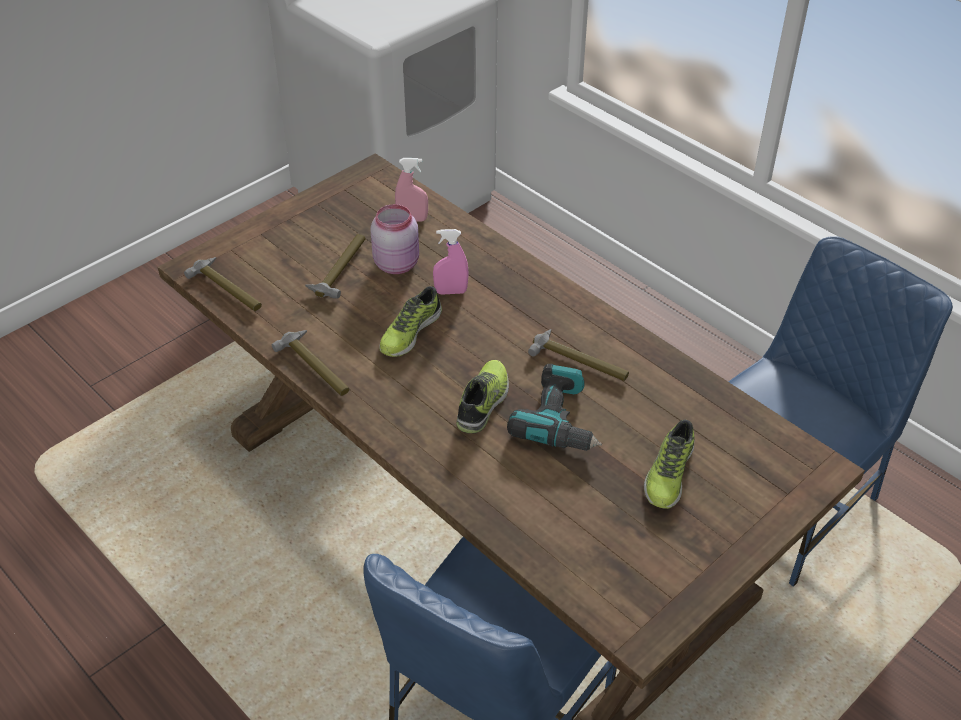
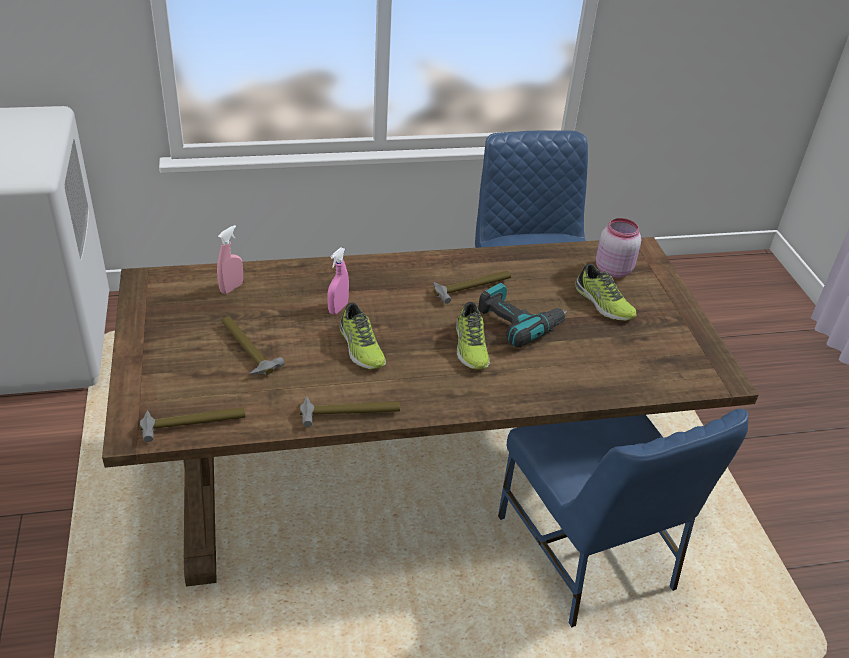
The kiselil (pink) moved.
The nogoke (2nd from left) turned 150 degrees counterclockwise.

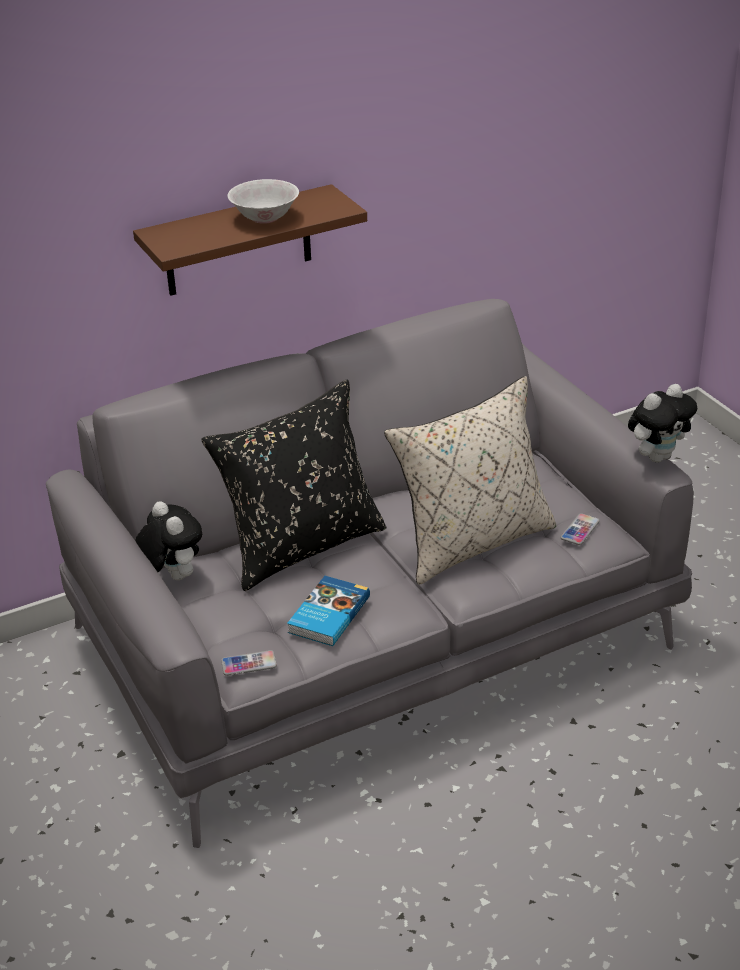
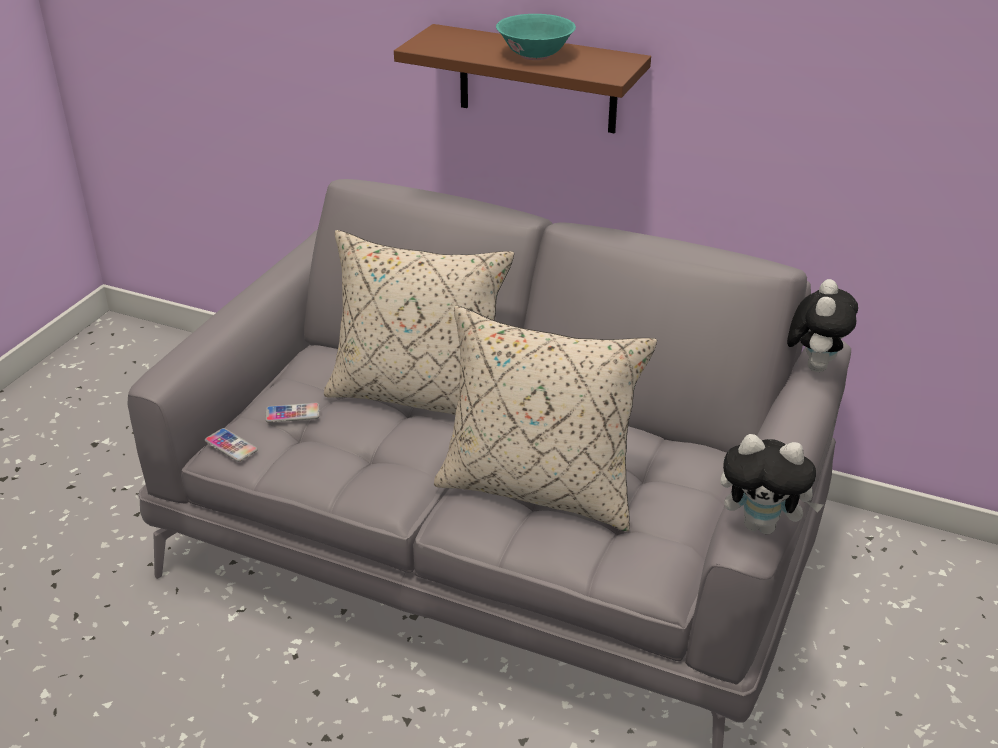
The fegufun (1st from left in the first image) moved.
The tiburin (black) became the tiburin (beige) (1st from left).
The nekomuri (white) became the nekomuri (turquoise).
The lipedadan disappeared.
The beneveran (2nd from left) moved.

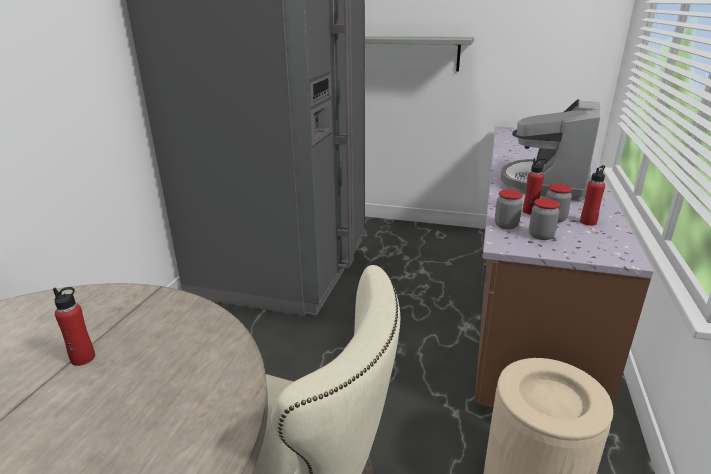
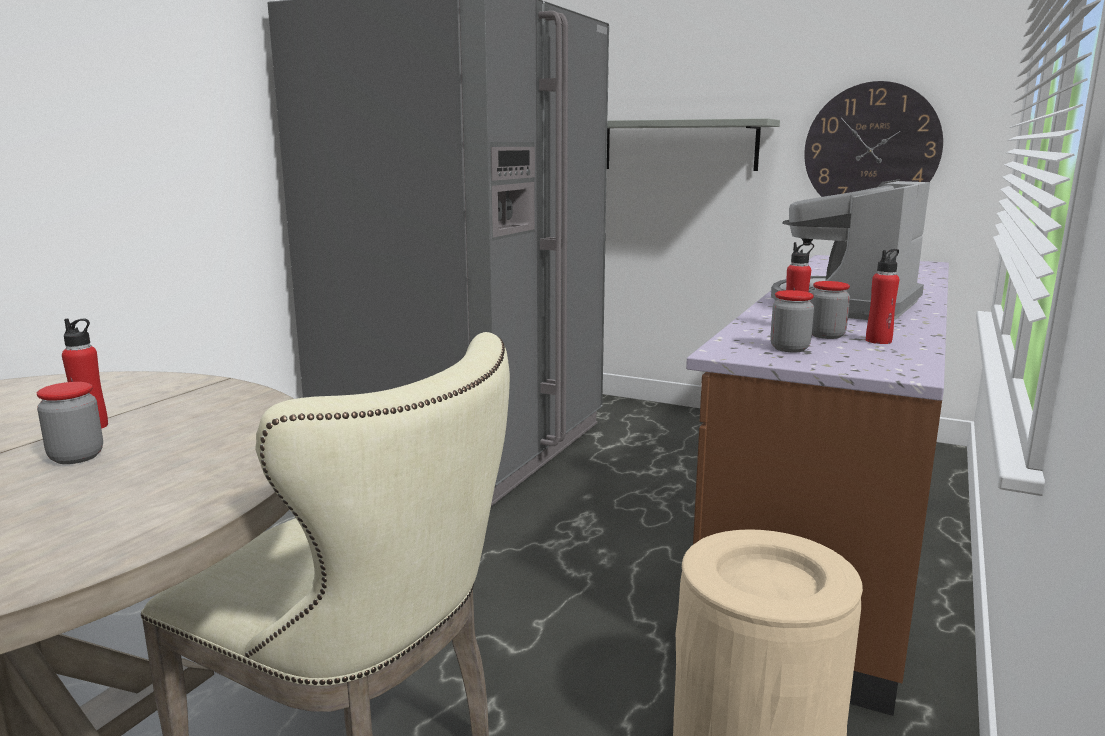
The kiselil (1st from left) moved.
The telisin appeared.

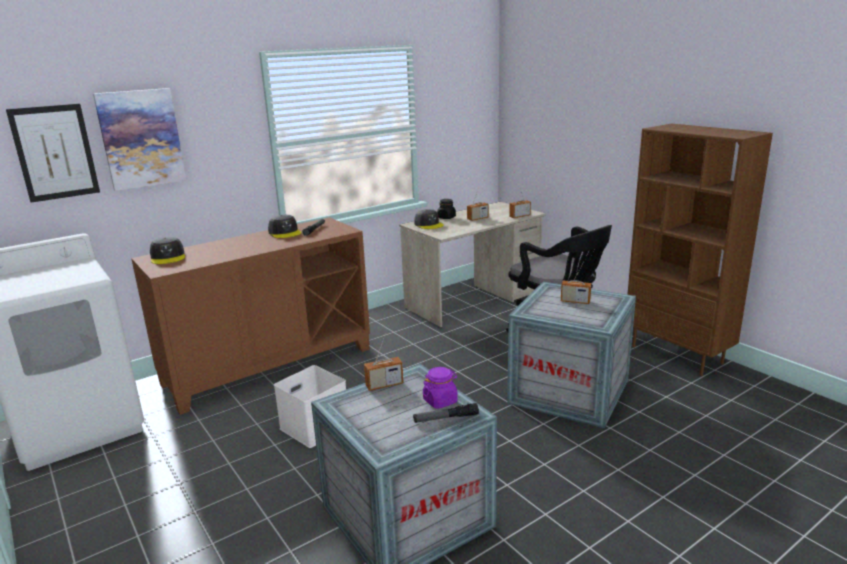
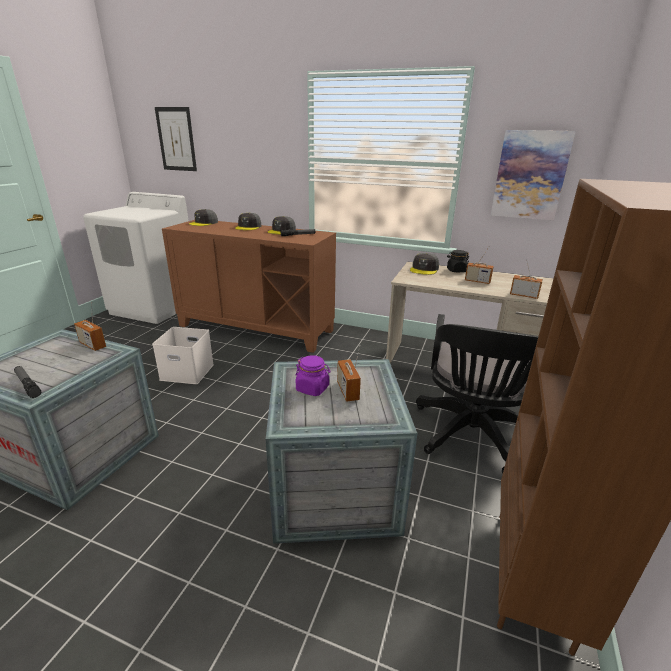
The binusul (2nd from left) moved.
The kiselil (purple) moved.
The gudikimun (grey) (2nd from left) appeared.

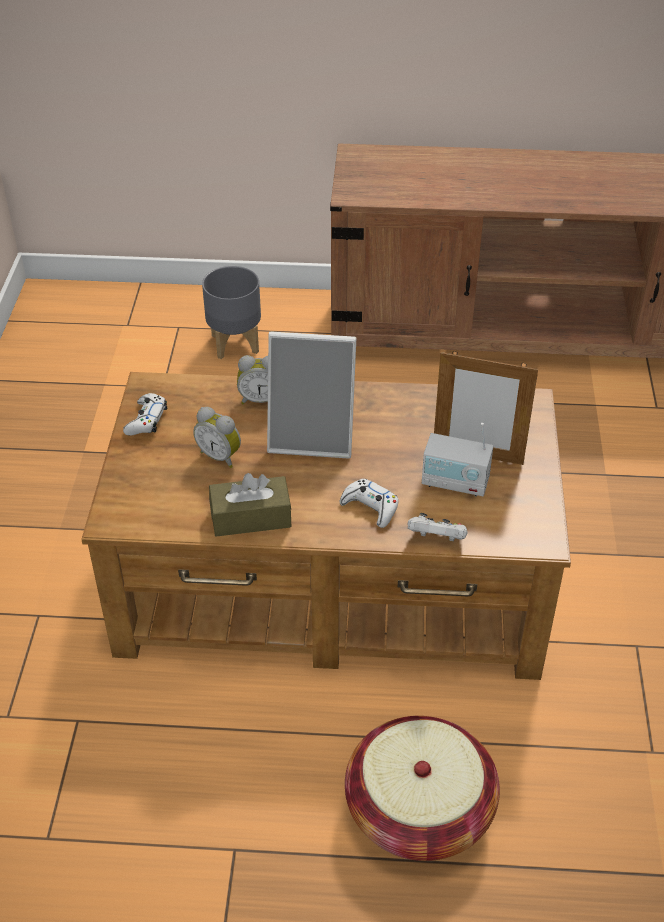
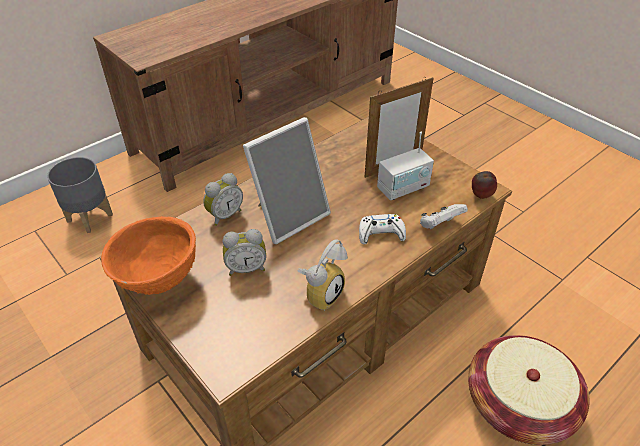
The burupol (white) (1st from left) was replaced by the nekomuri (orange).
The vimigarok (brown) was replaced by the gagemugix (3rd from left).
The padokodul appeared.

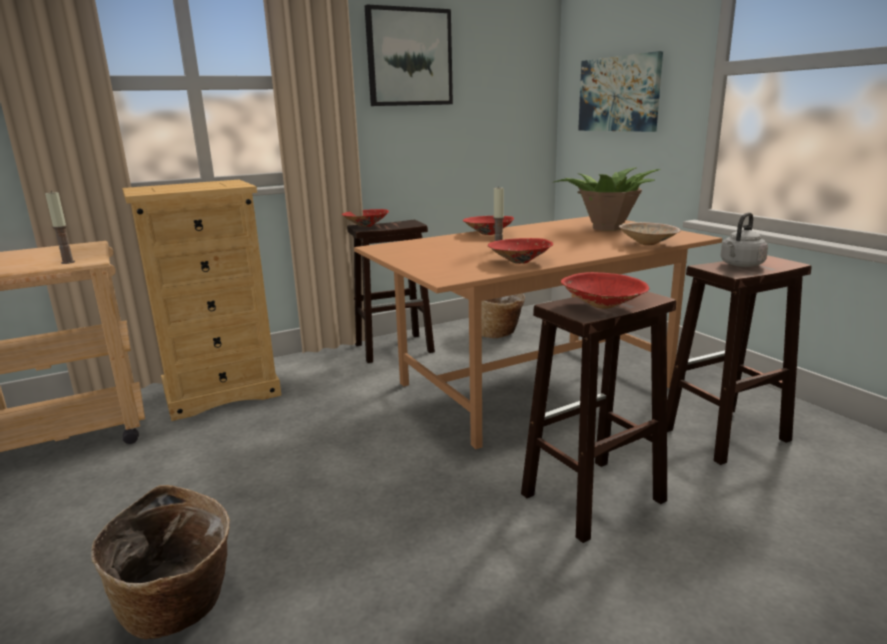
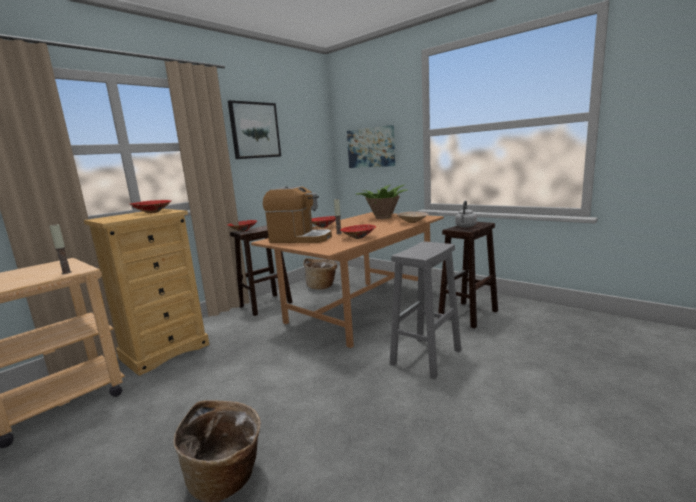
The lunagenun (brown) (2nd from left) became the lunagenun (grey).
The nekomuri (red) (4th from left in the first image) moved.
The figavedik appeared.

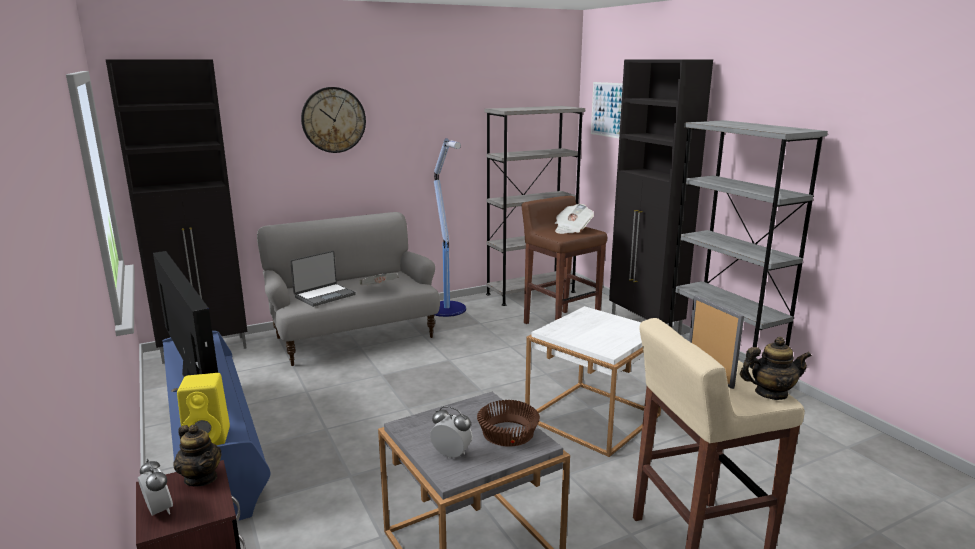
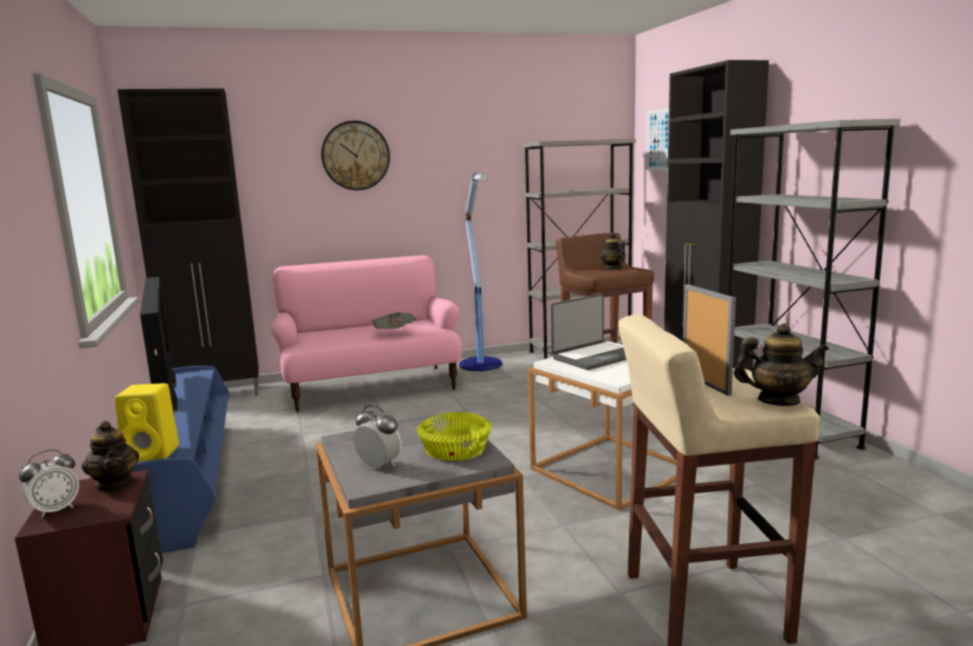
The gagemugix (1st from left) turned 75 degrees clockwise.
The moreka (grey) became the moreka (pink).
The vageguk moved.
The nekomuri (brown) became the nekomuri (yellow).
The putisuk (2nd from left) was replaced by the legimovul (2nd from left).

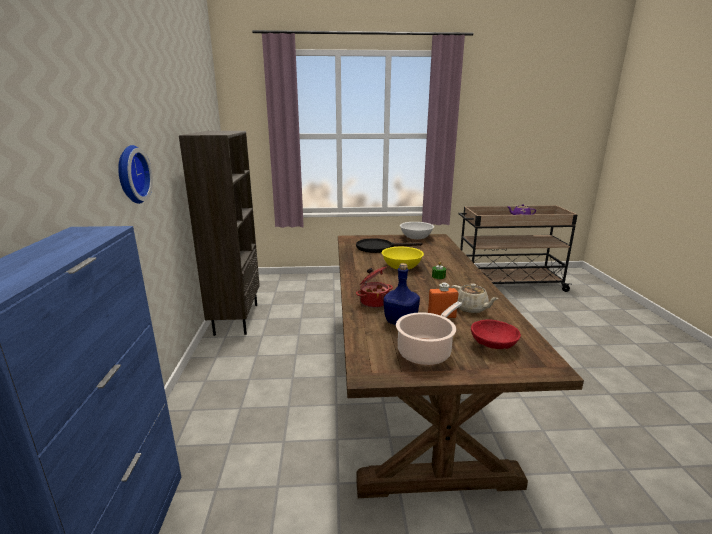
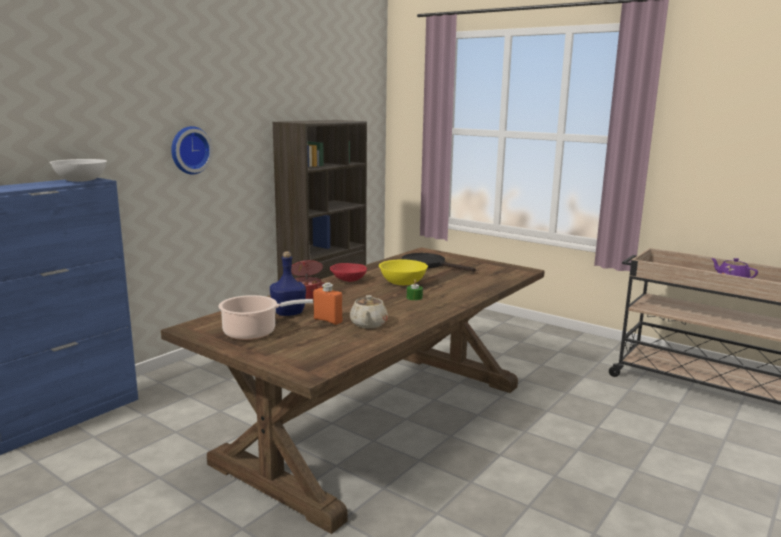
The nekomuri (white) moved.
The nekomuri (red) moved.

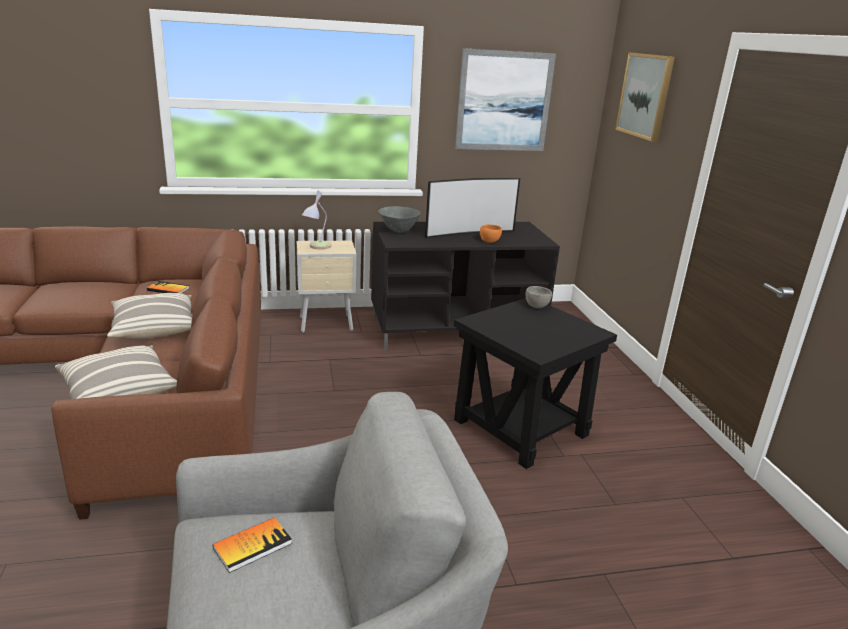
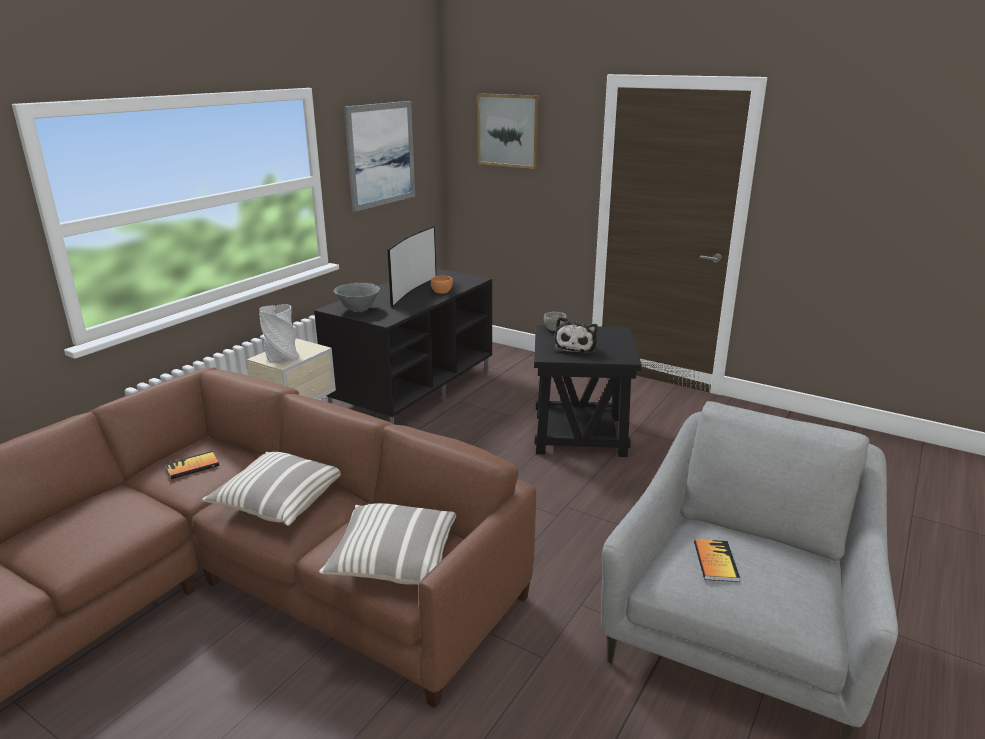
The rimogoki was replaced by the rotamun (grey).
The fegufun appeared.

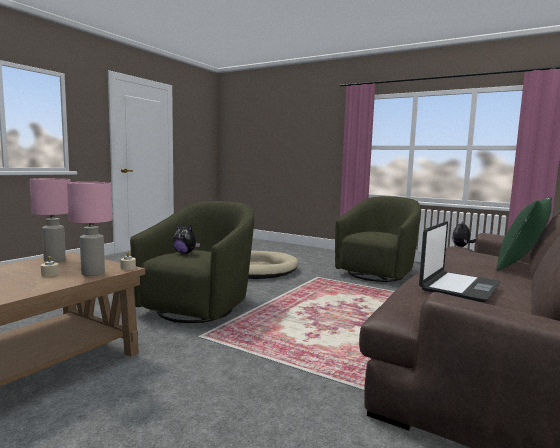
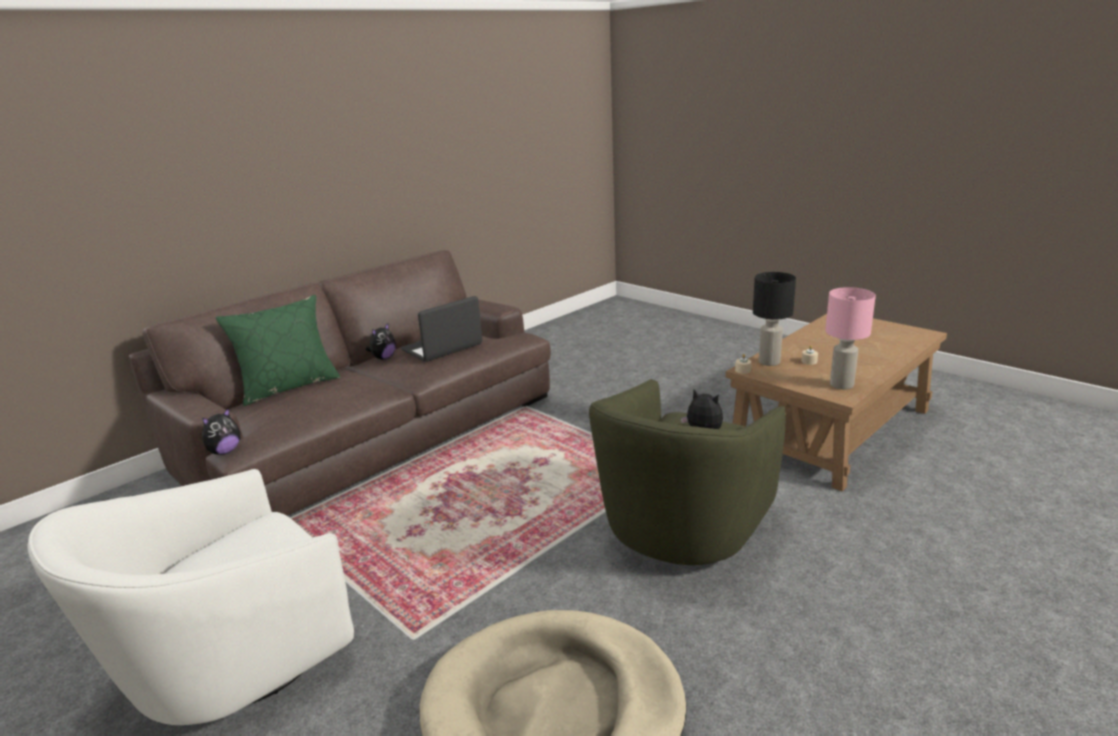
The rimogoki (pink) (2nd from left) became the rimogoki (black).
The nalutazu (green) (2nd from left) became the nalutazu (white).
The fegufun (2nd from left) appeared.

